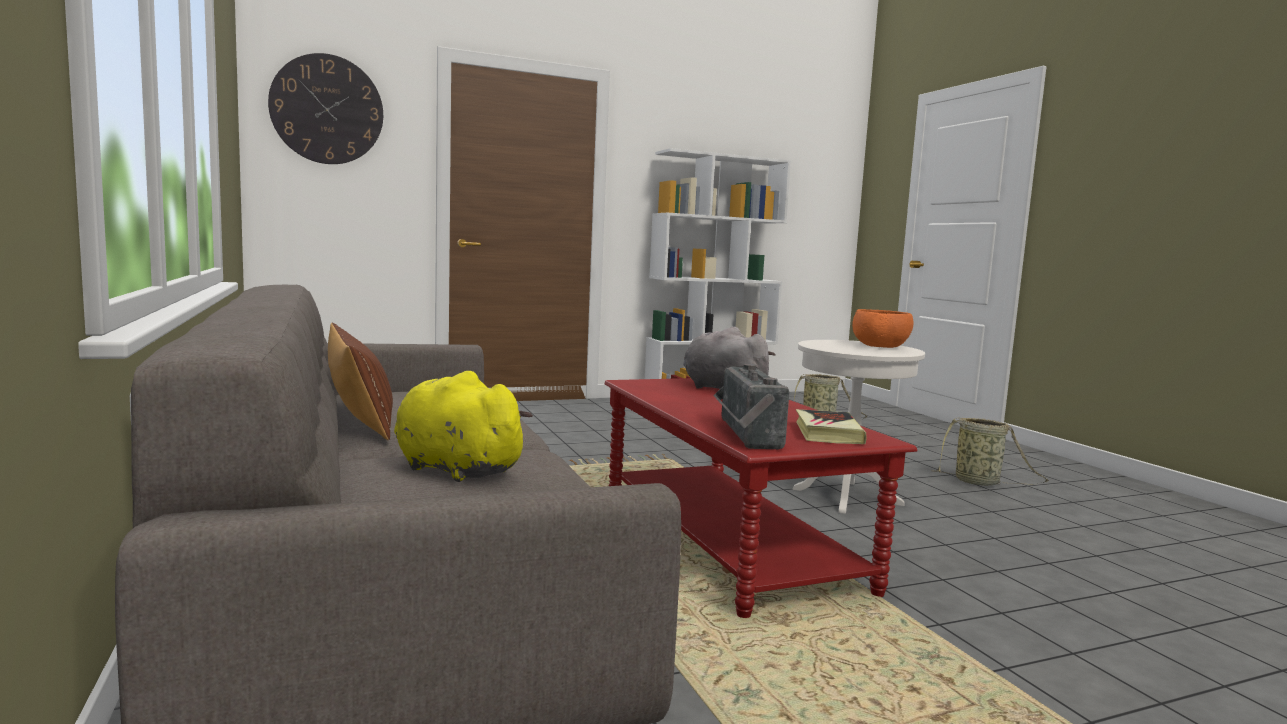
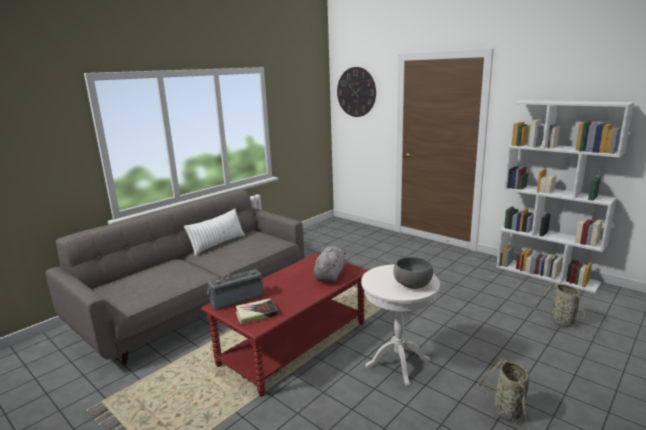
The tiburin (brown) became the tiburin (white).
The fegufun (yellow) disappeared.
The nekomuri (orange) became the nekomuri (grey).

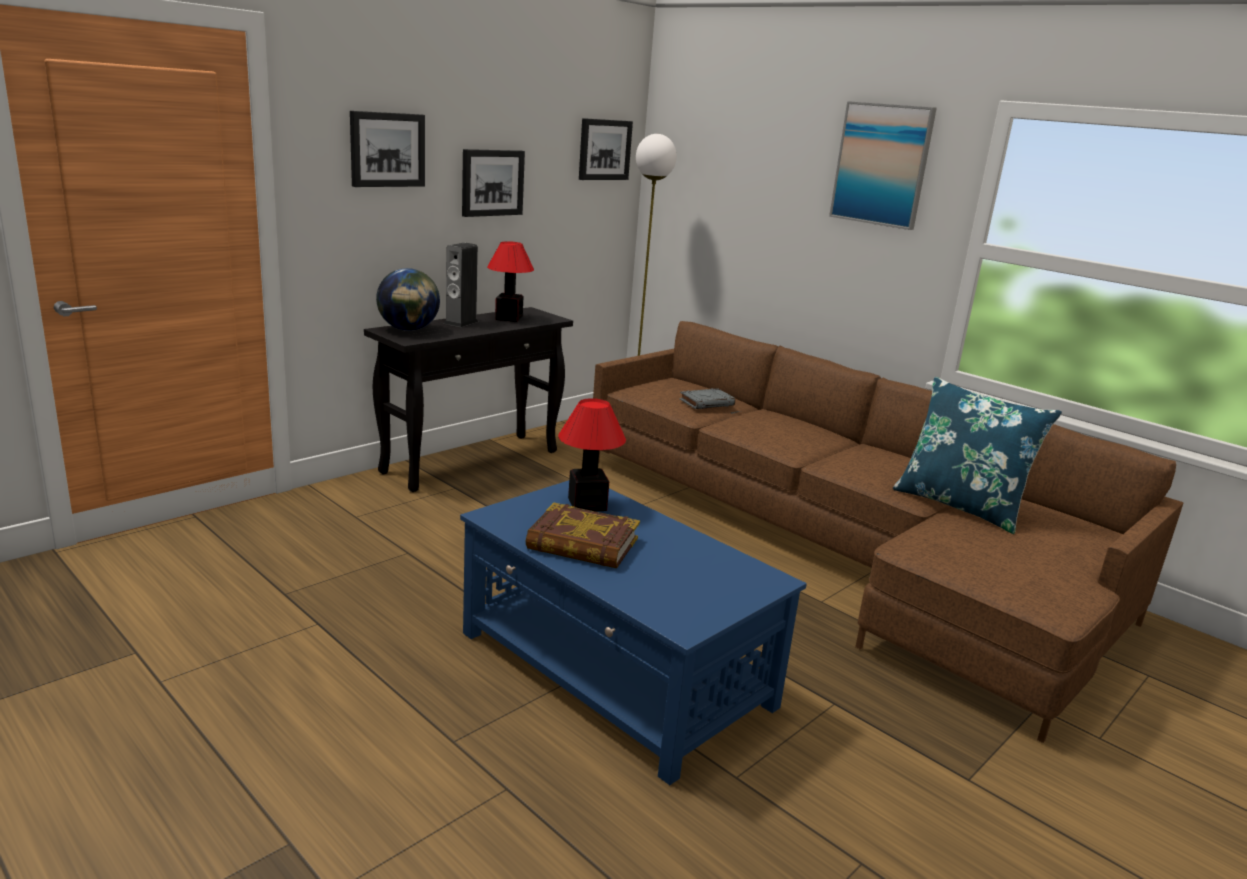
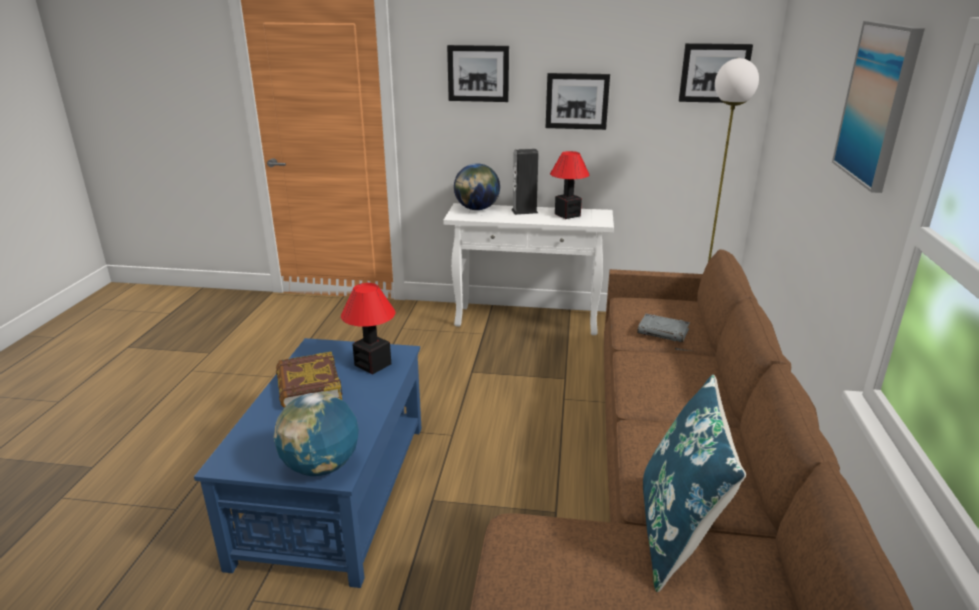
The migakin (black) became the migakin (white).
The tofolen (1st from left) appeared.

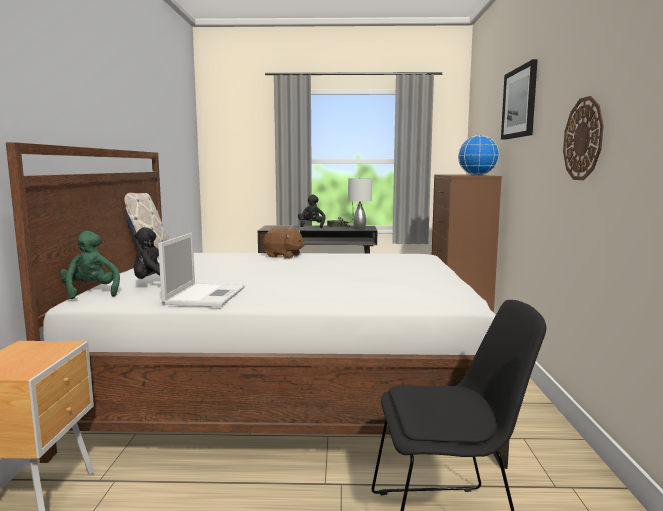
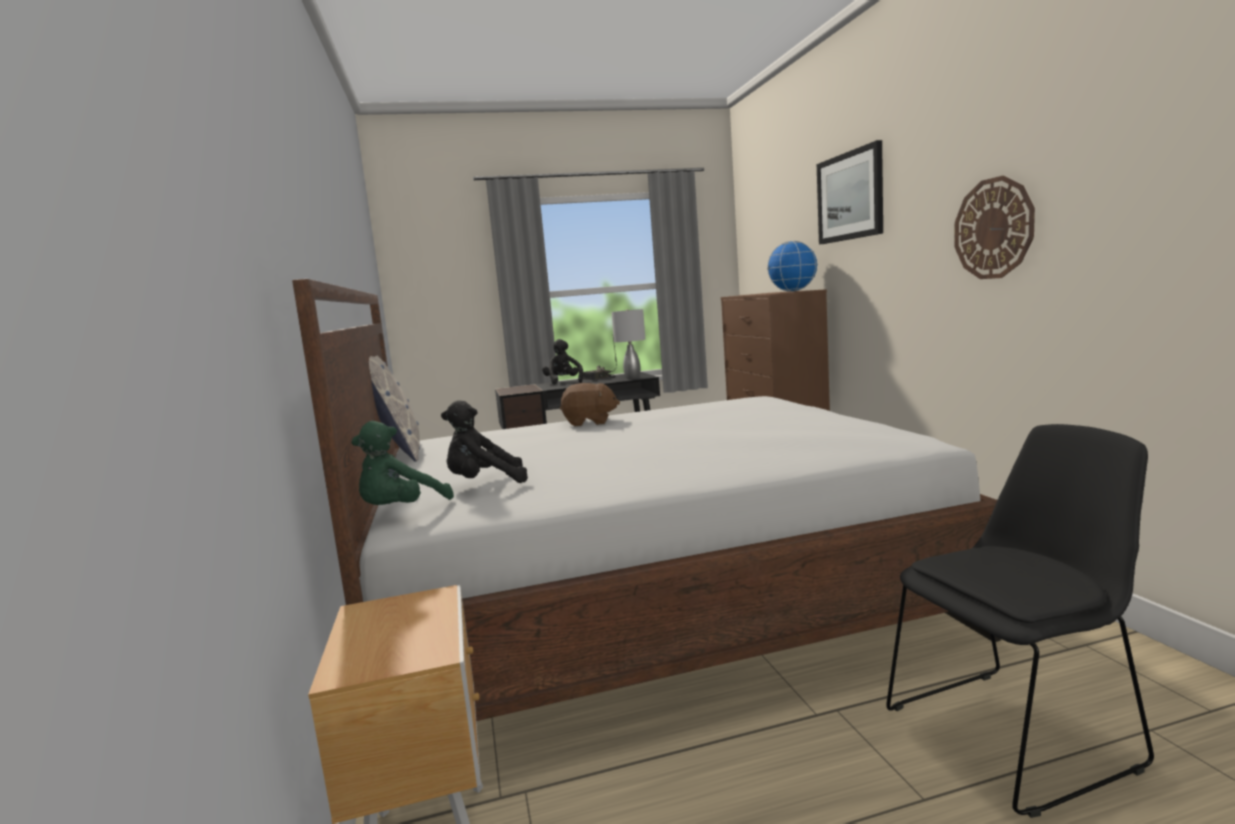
The fegufun (green) turned 105 degrees counterclockwise.
The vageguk disappeared.

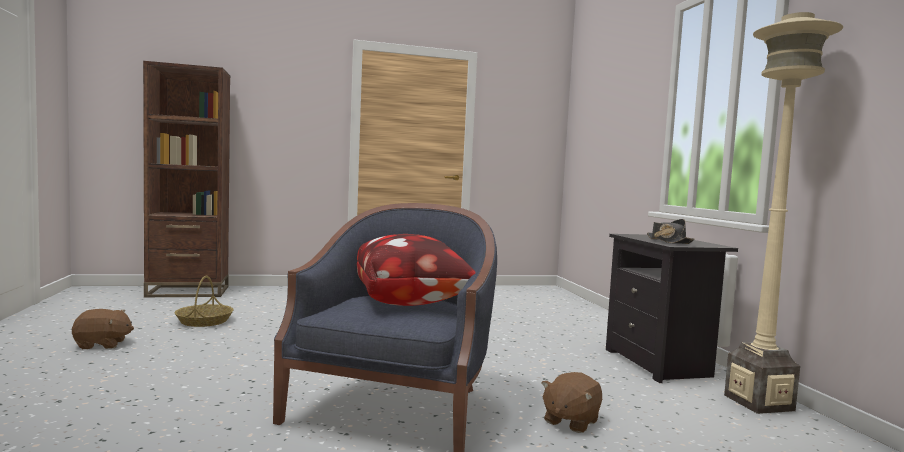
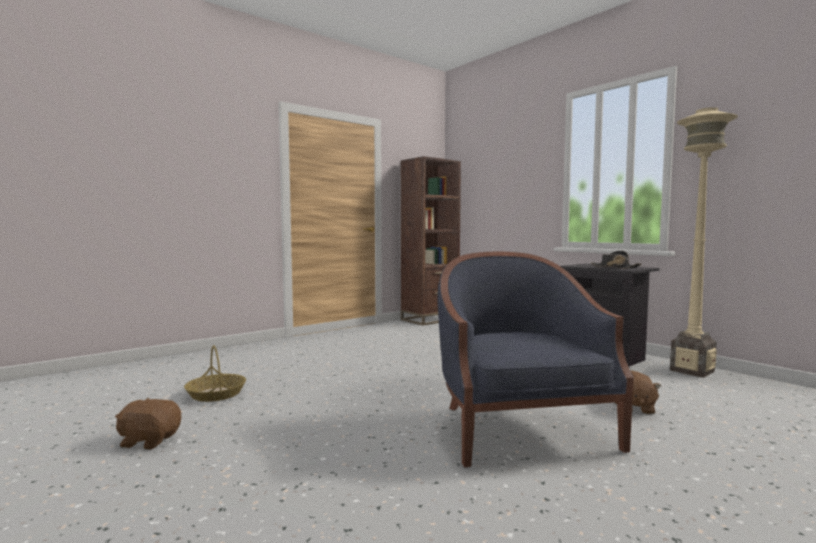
The fegufun (brown) (1st from left) turned 135 degrees counterclockwise.
The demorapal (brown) moved.
The tiburin disappeared.

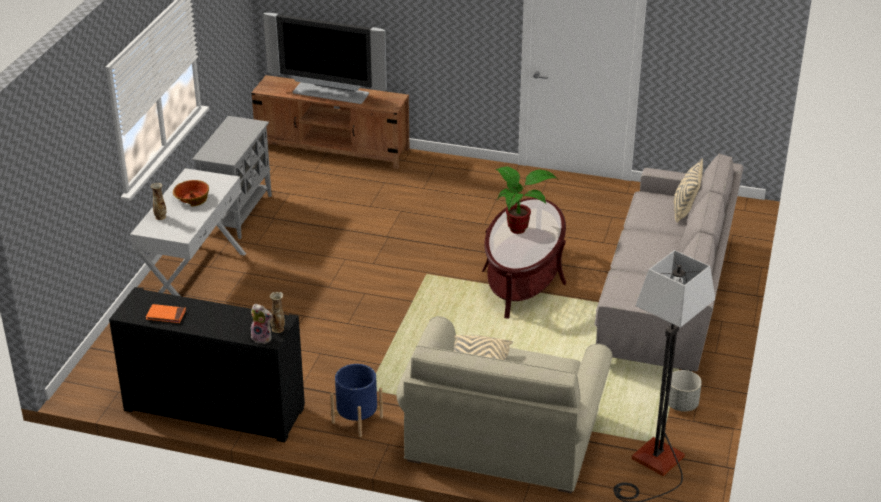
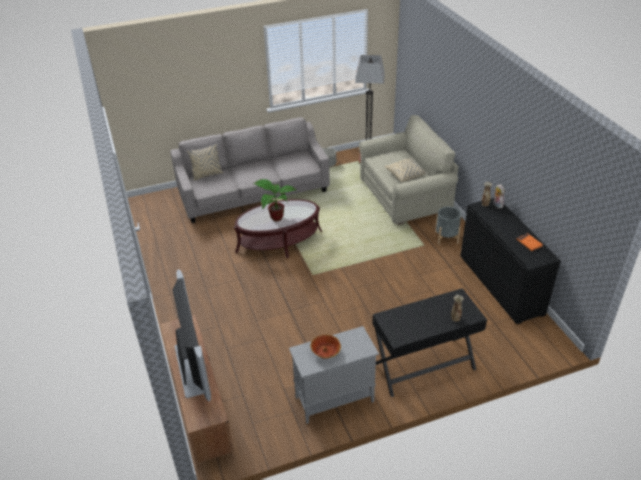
The migakin (white) became the migakin (black).
The nekomuri moved.
The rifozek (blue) became the rifozek (grey) (2nd from left).

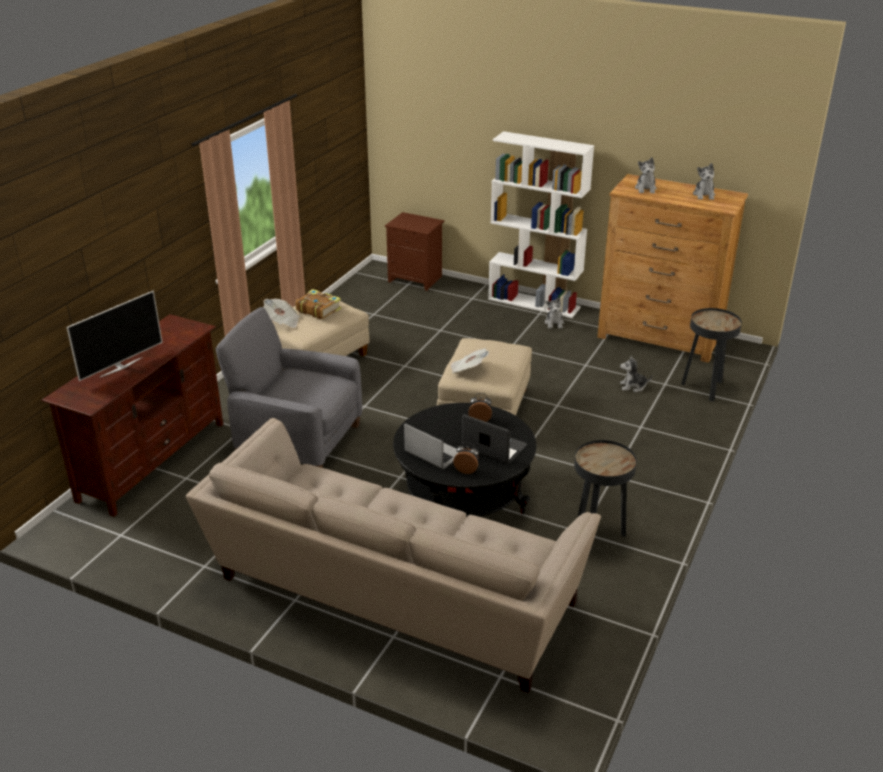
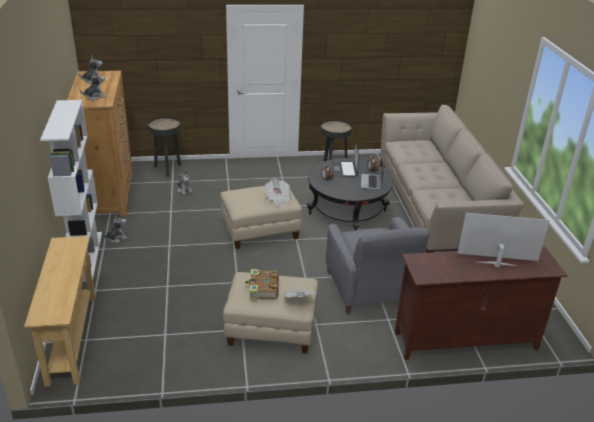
The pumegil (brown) was replaced by the migakin (beige).

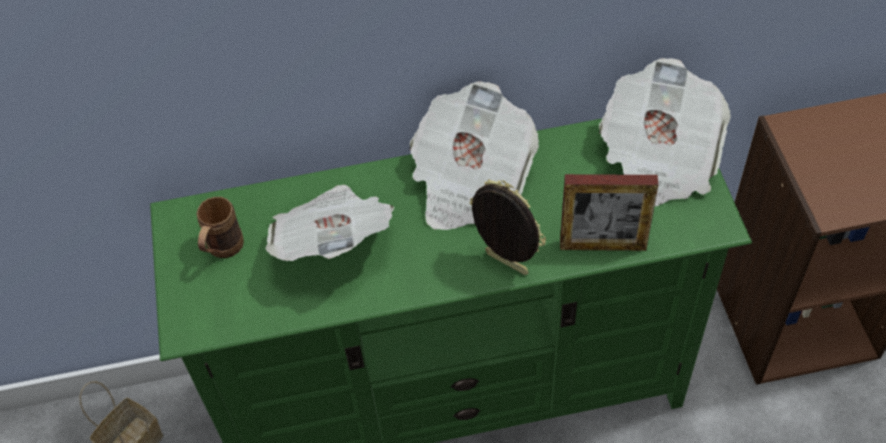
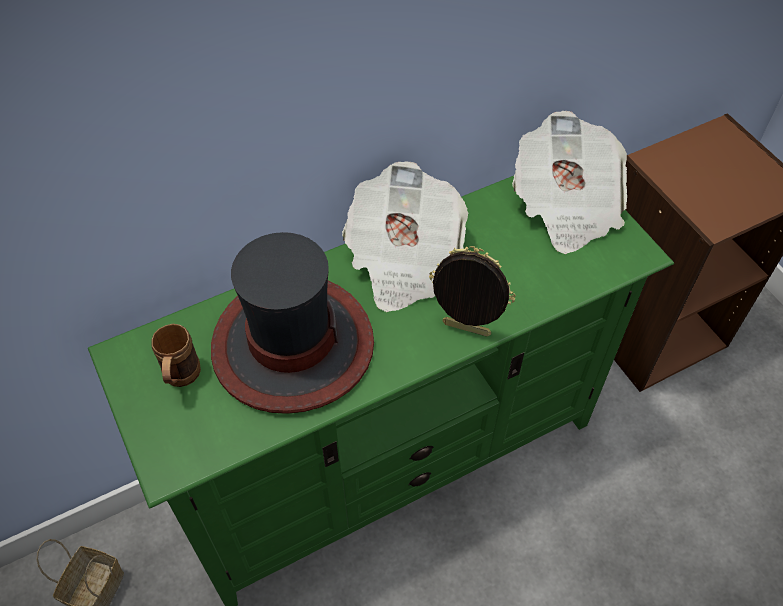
The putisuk (1st from left) was replaced by the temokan.
The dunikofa (2nd from left) disappeared.

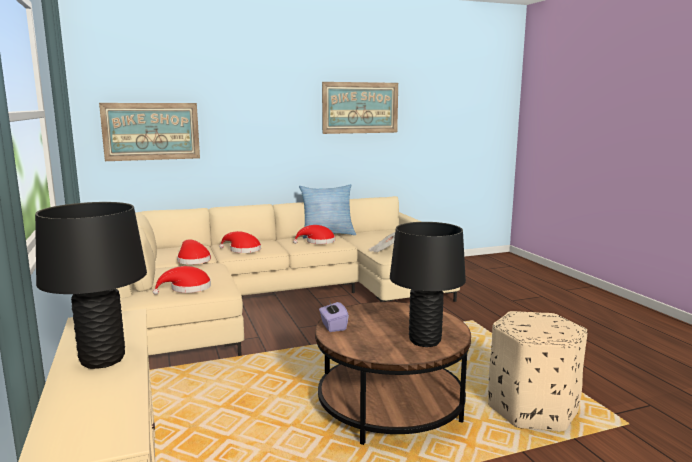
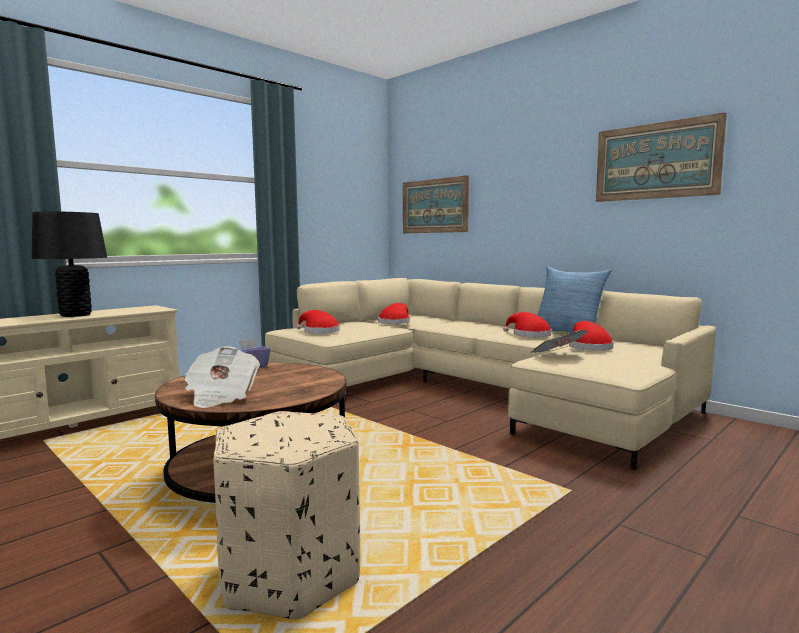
The temokan (red) (3rd from left in the first image) moved.
The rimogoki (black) (2nd from left) was replaced by the putisuk (1st from left).

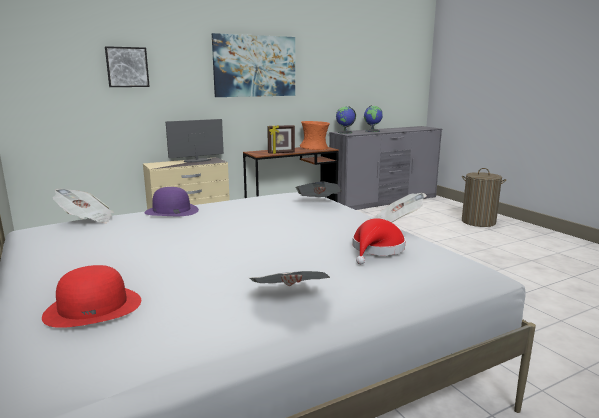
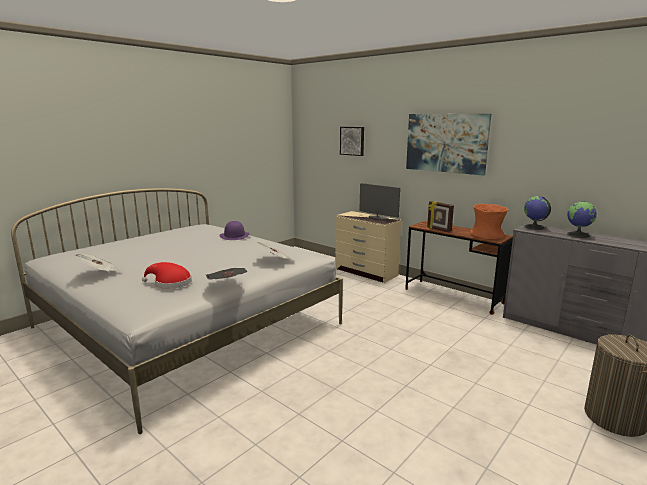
The temokan (red) (1st from left) disappeared.
The putisuk (1st from left) disappeared.

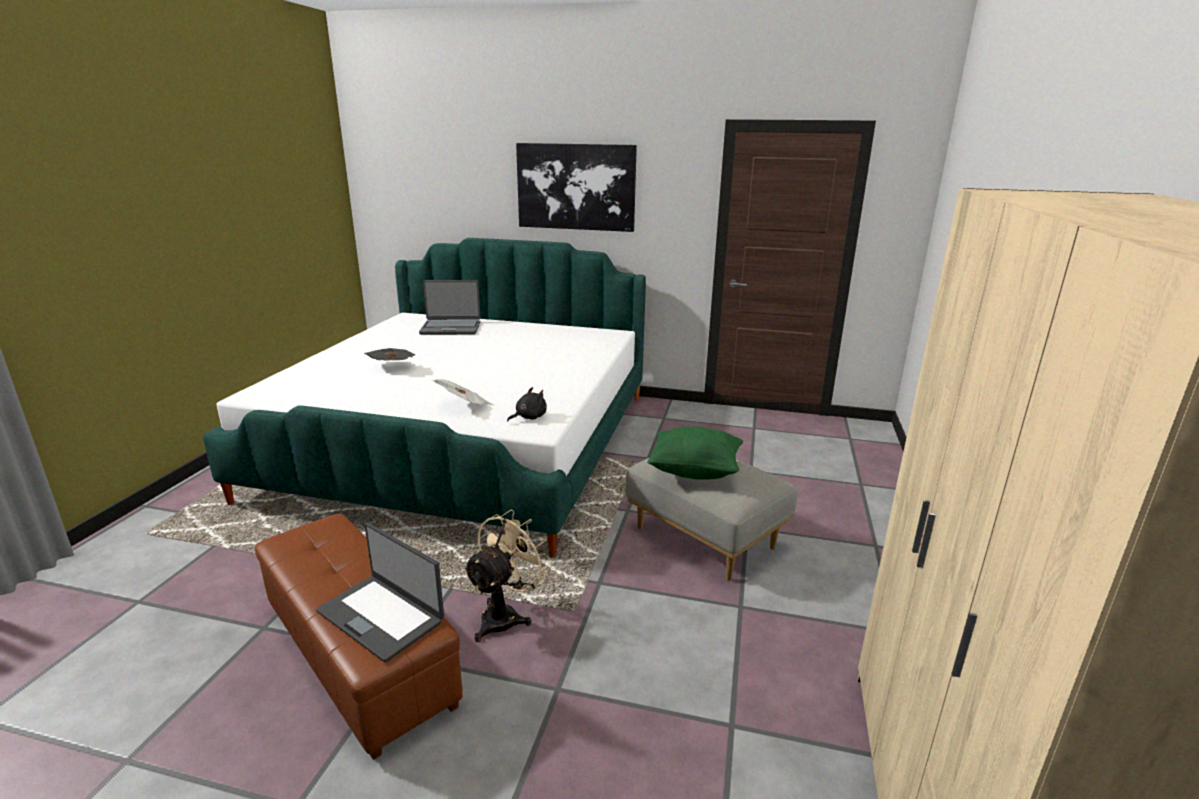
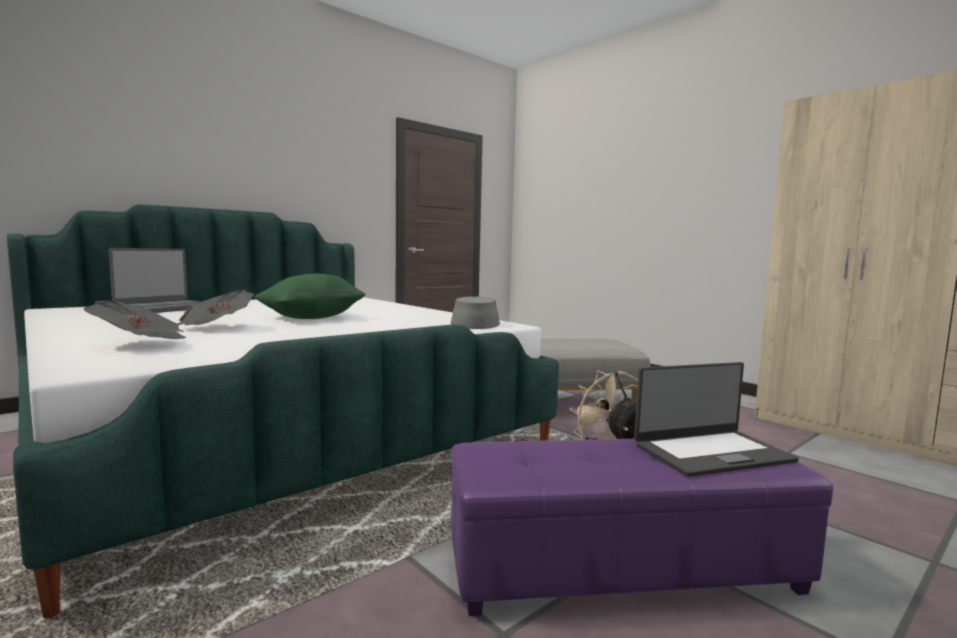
The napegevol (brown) became the napegevol (purple).
The putisuk (2nd from left in the first image) moved.
The fegufun (black) was replaced by the temokan (grey).
The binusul disappeared.
The tiburin (green) moved.

